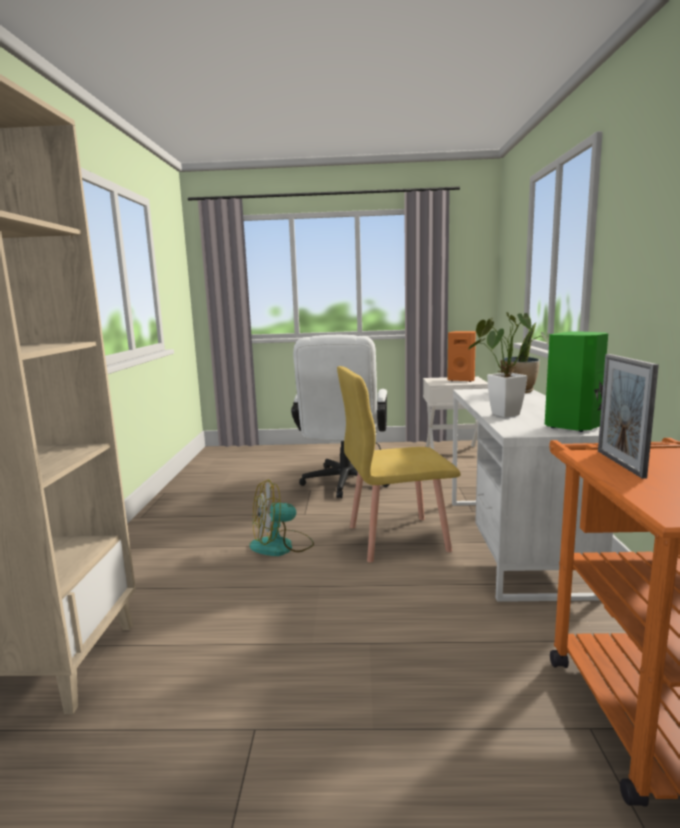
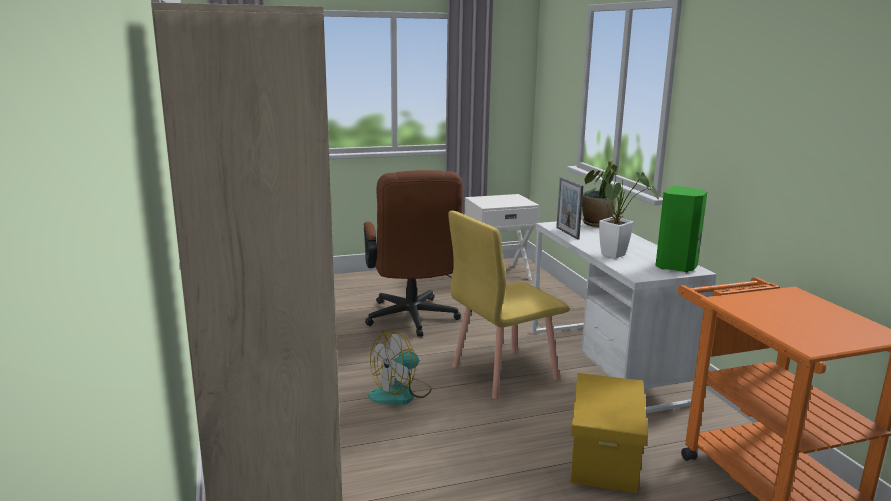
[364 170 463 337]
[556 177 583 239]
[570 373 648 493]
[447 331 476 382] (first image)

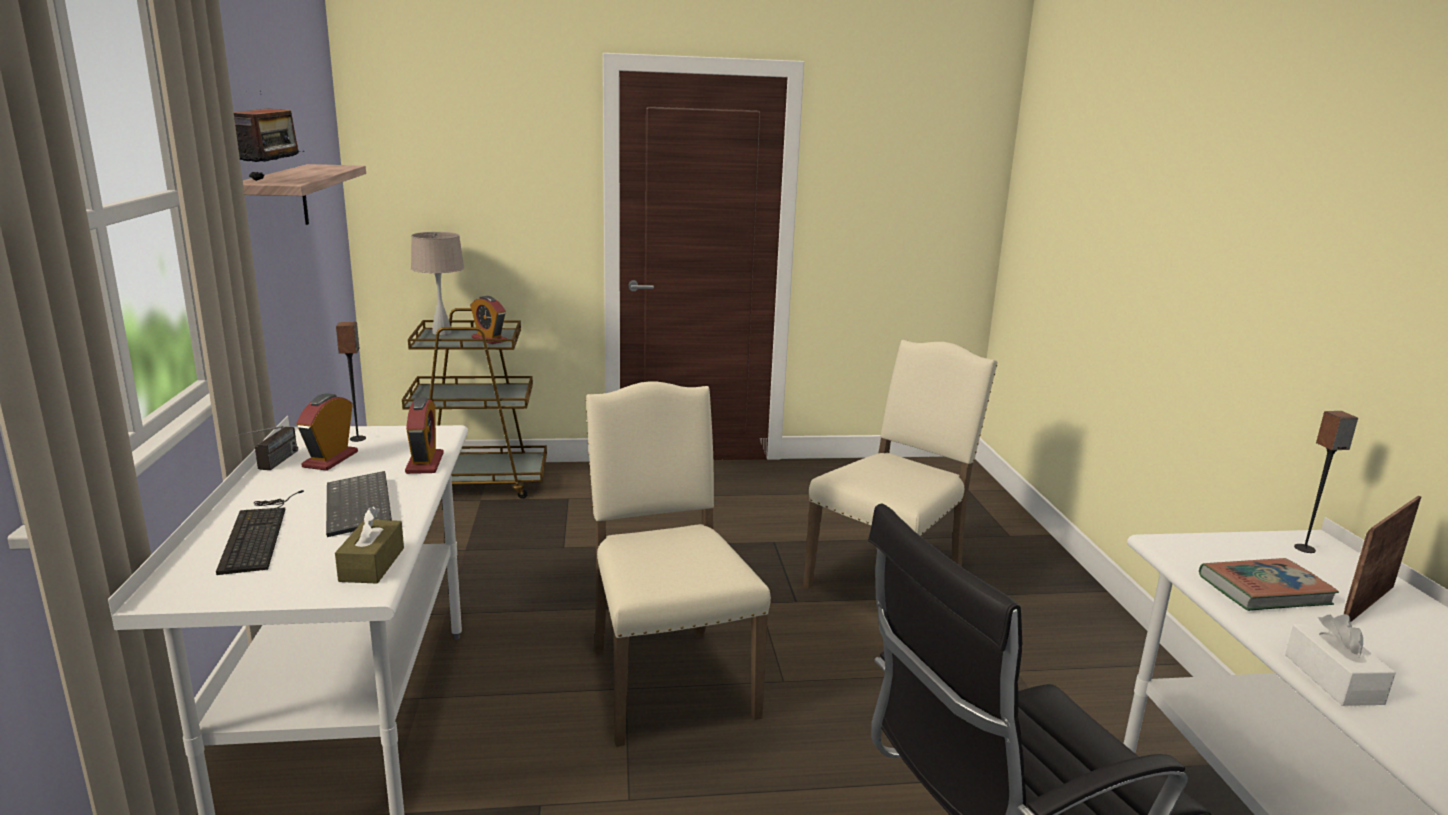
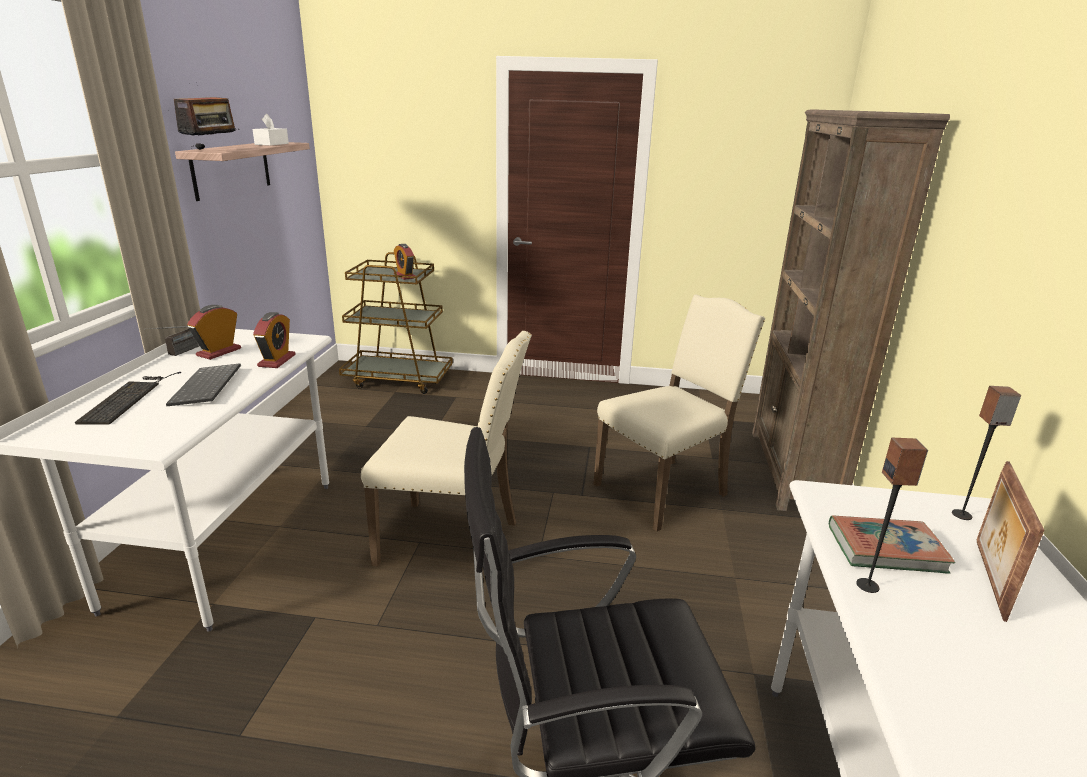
[252 114 289 146]
[361 331 532 567]
[752 109 950 511]
[856 438 928 593]
[977 461 1045 622]
[335 507 404 584] (first image)
[411 232 464 335] (first image)

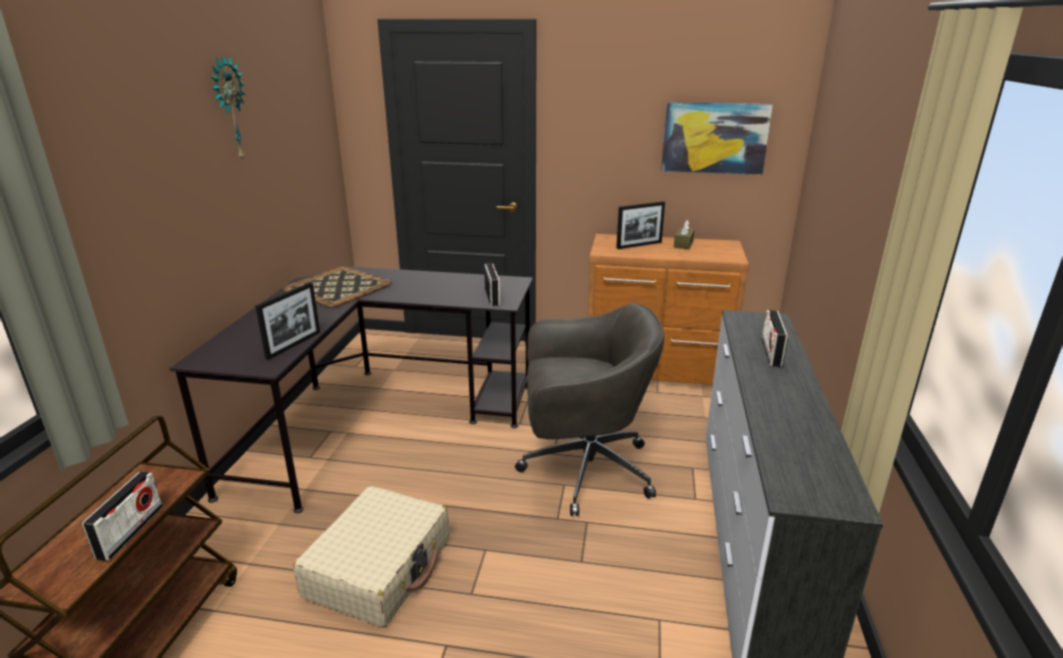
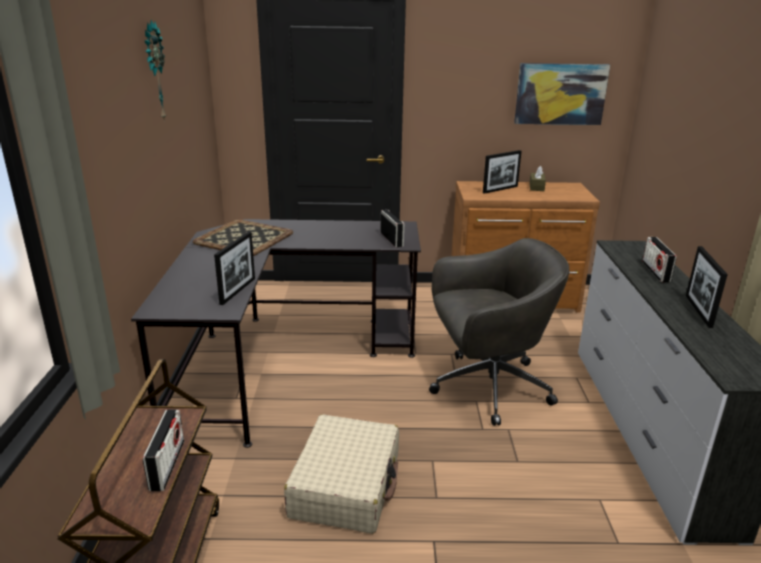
[686 246 728 328]

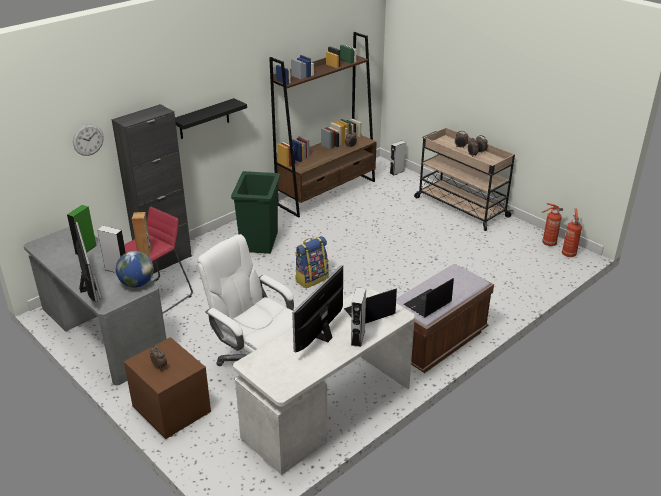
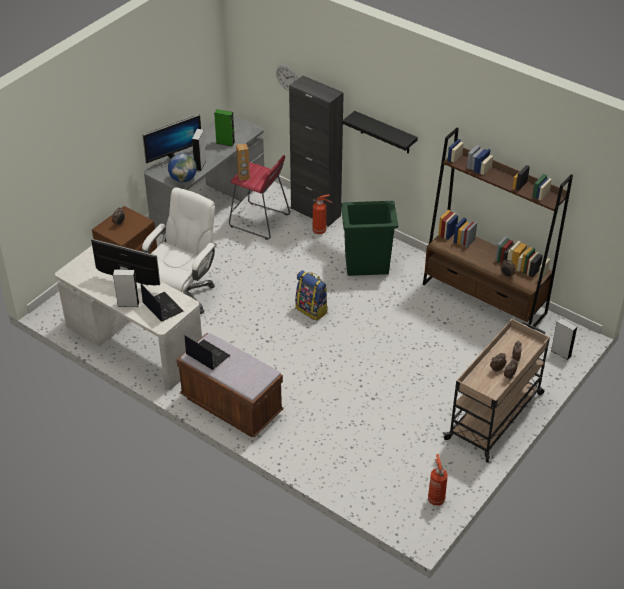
[312 194 333 234]

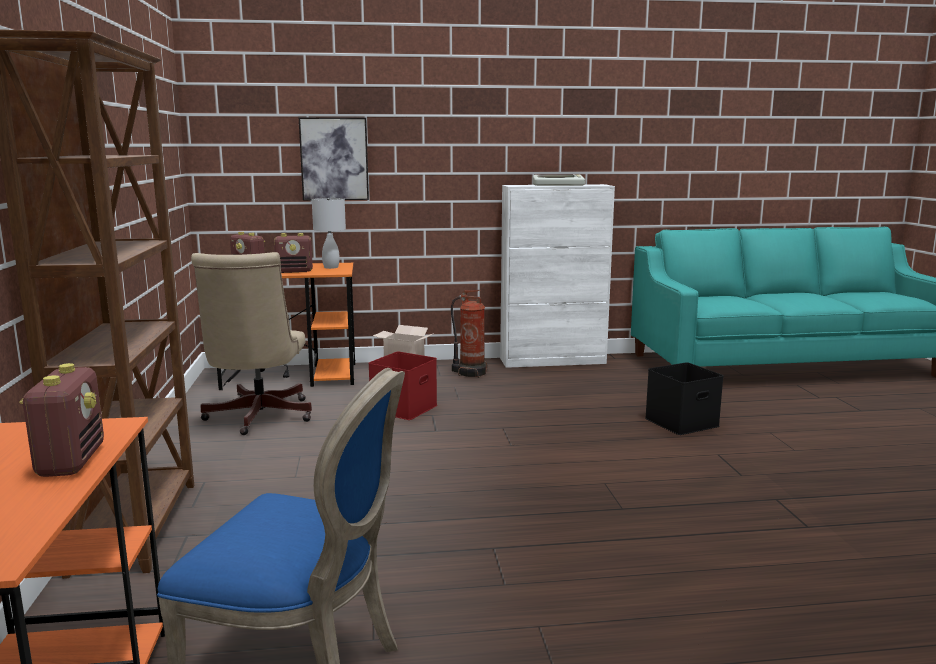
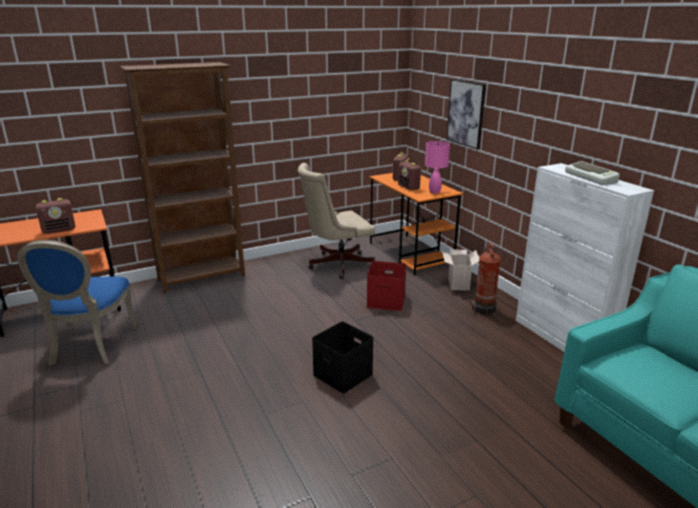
[312 321 374 394]
[425 141 450 194]

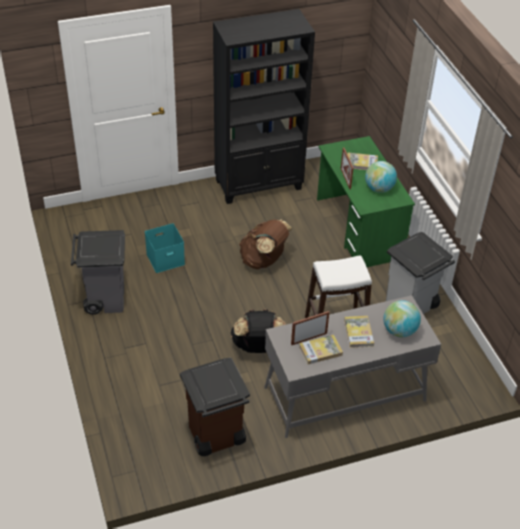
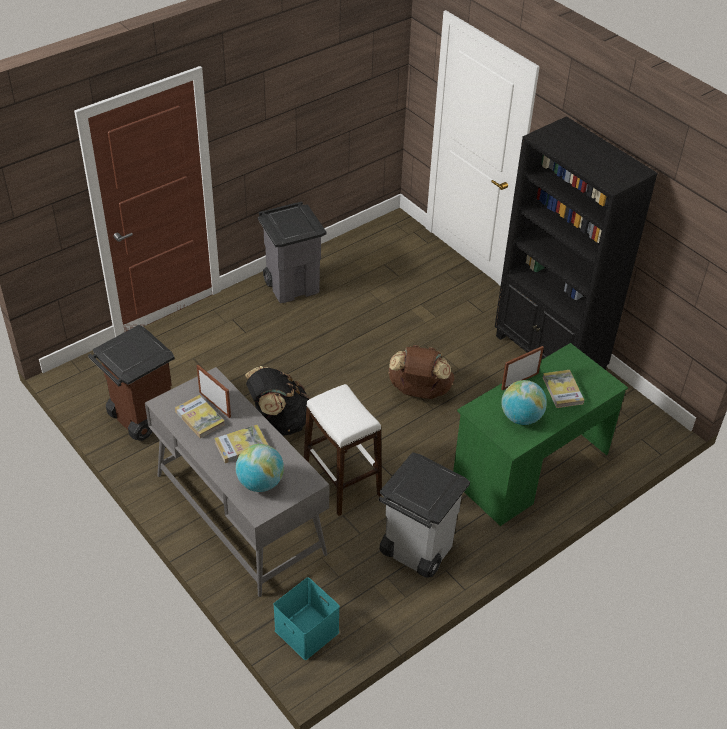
[273 577 340 660]

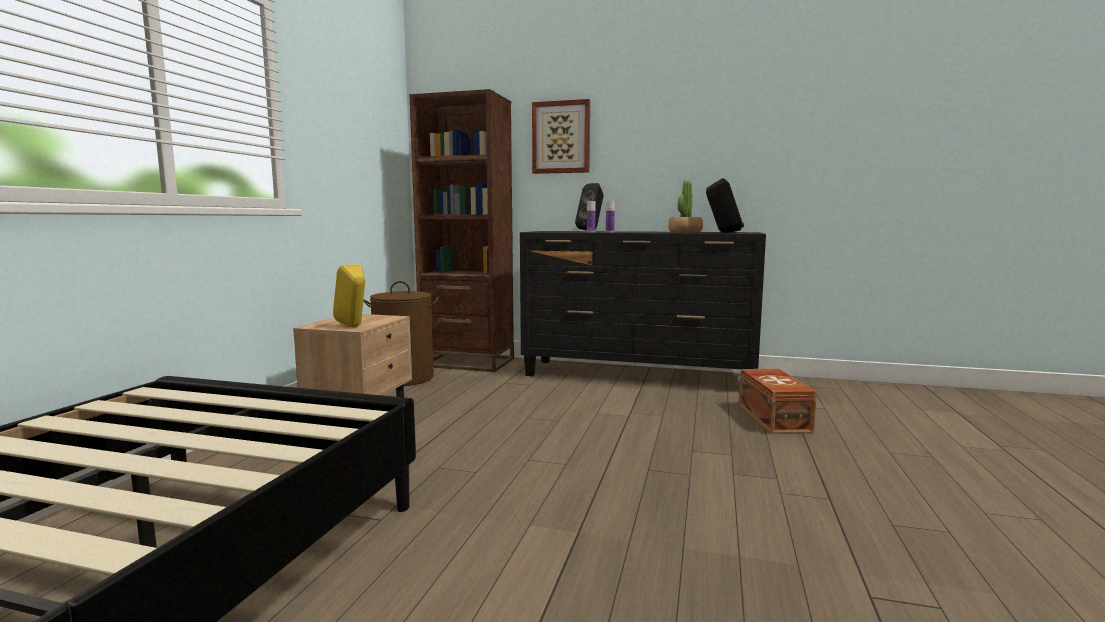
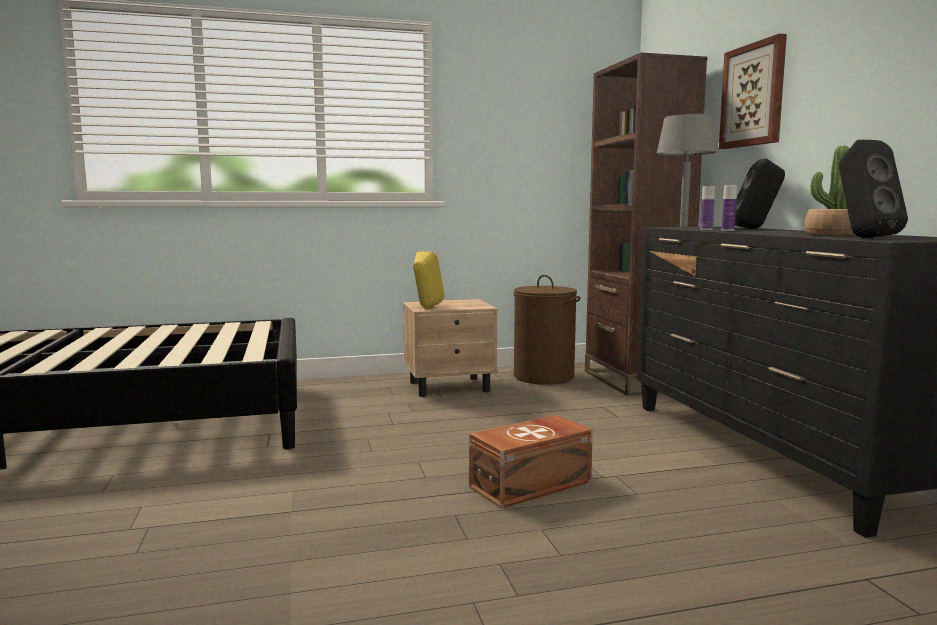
[469 415 593 509]
[656 114 719 227]

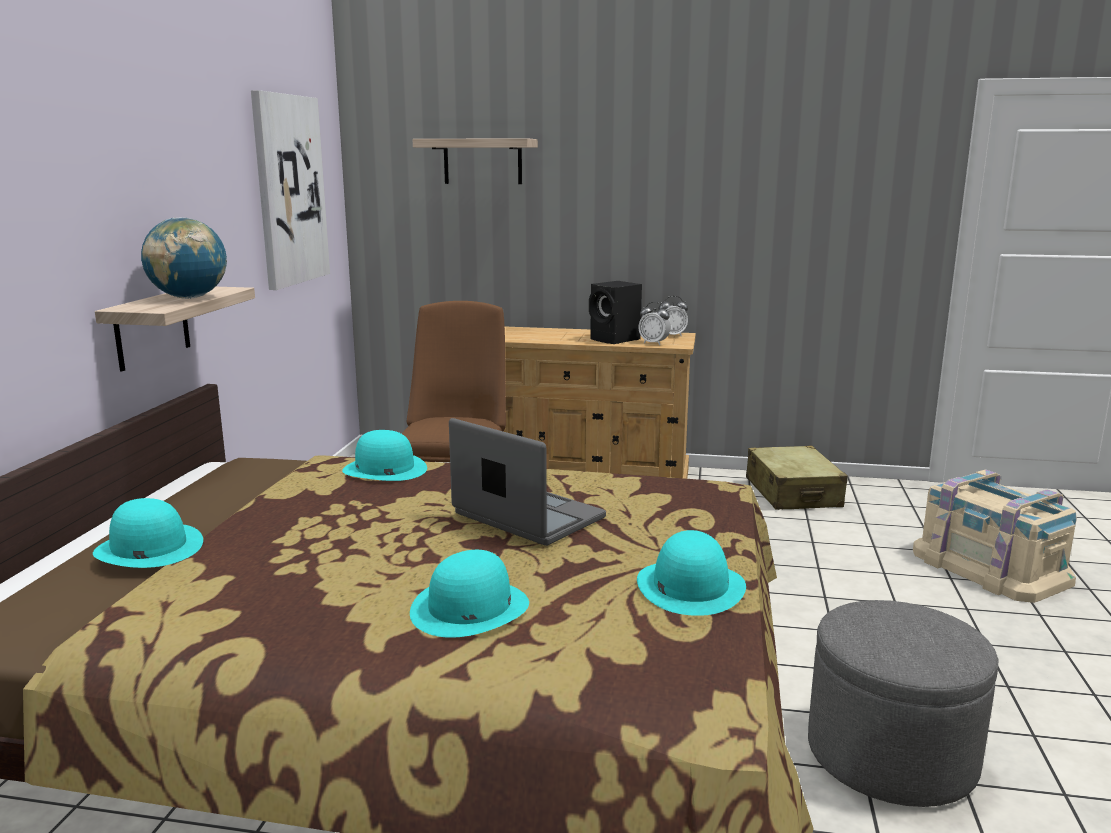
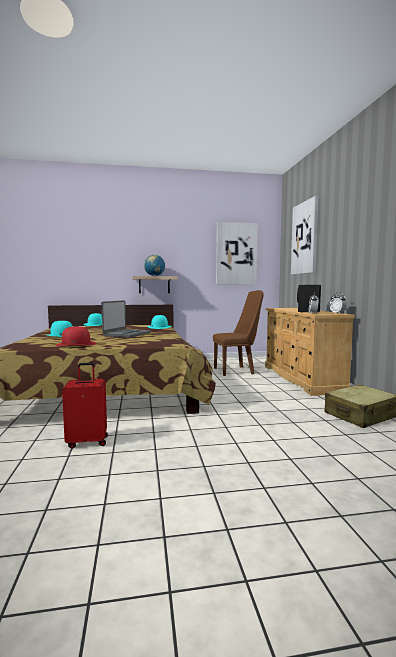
[55 326 97 346]
[62 363 108 448]
[291 196 318 274]
[913 469 1077 603] (first image)

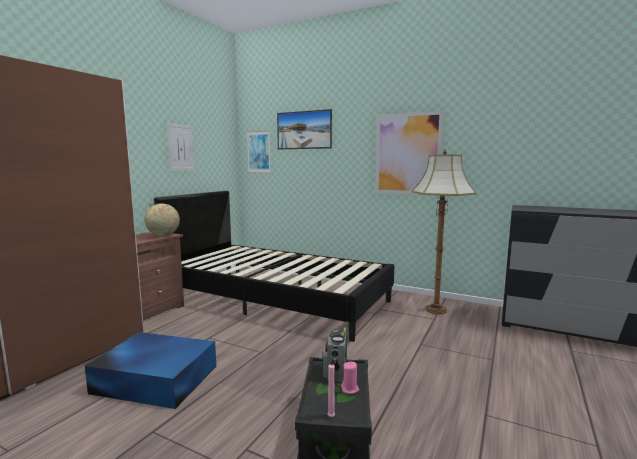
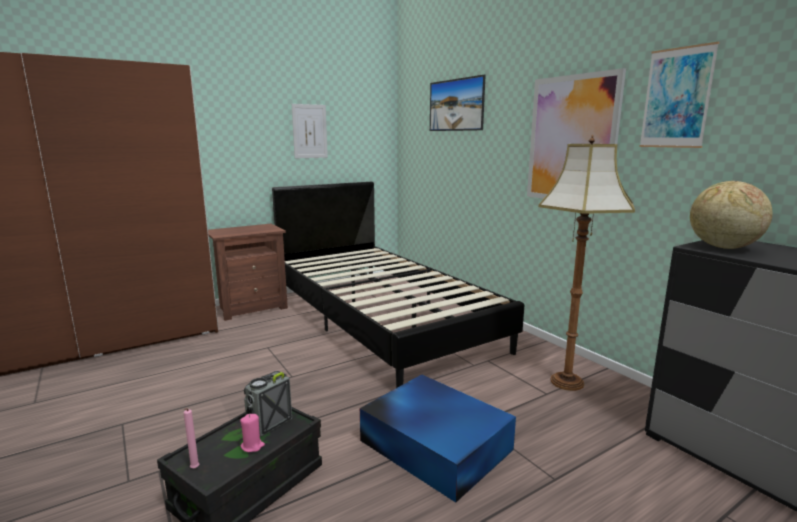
[360 374 516 502]
[639 42 719 148]
[690 181 773 249]

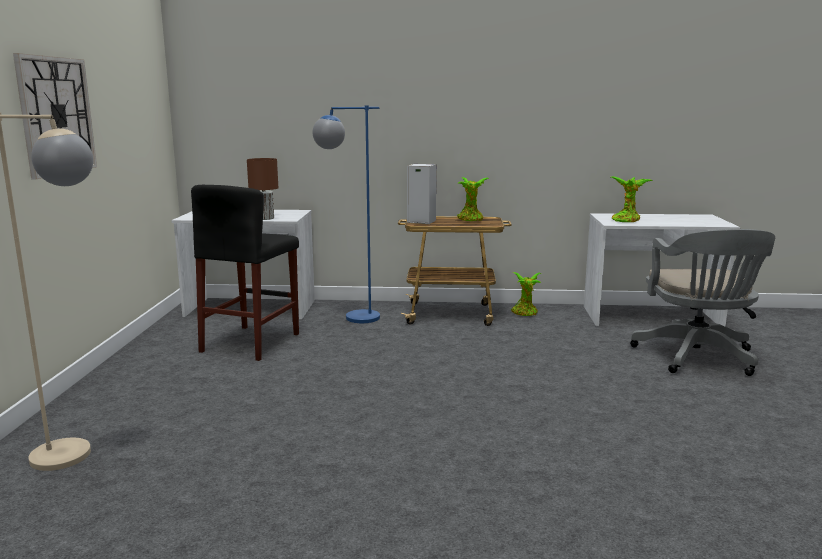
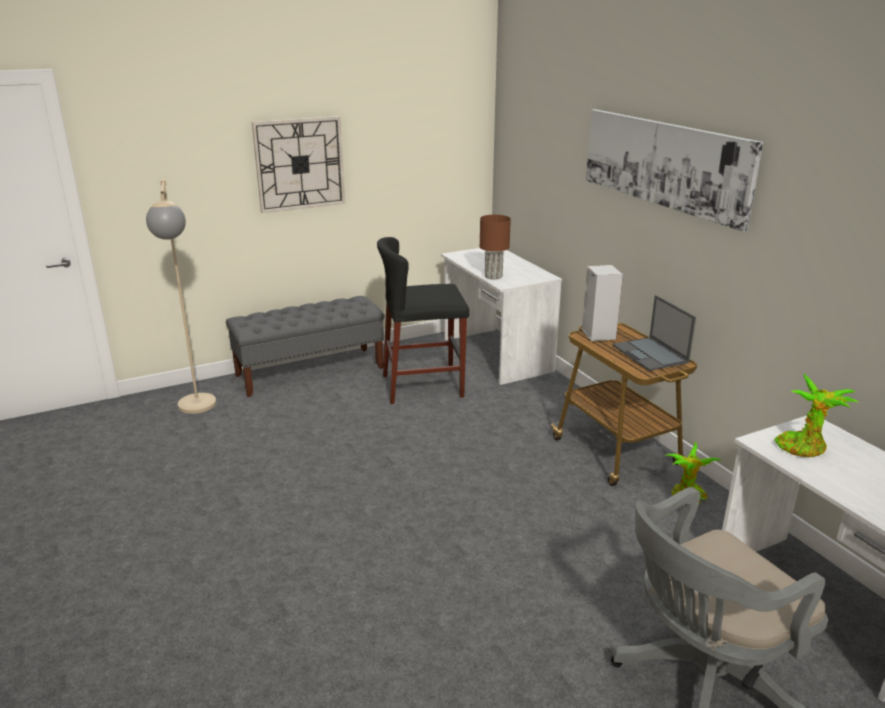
[226 296 385 397]
[586 109 763 232]
[613 295 696 371]
[312 105 380 323] (first image)

